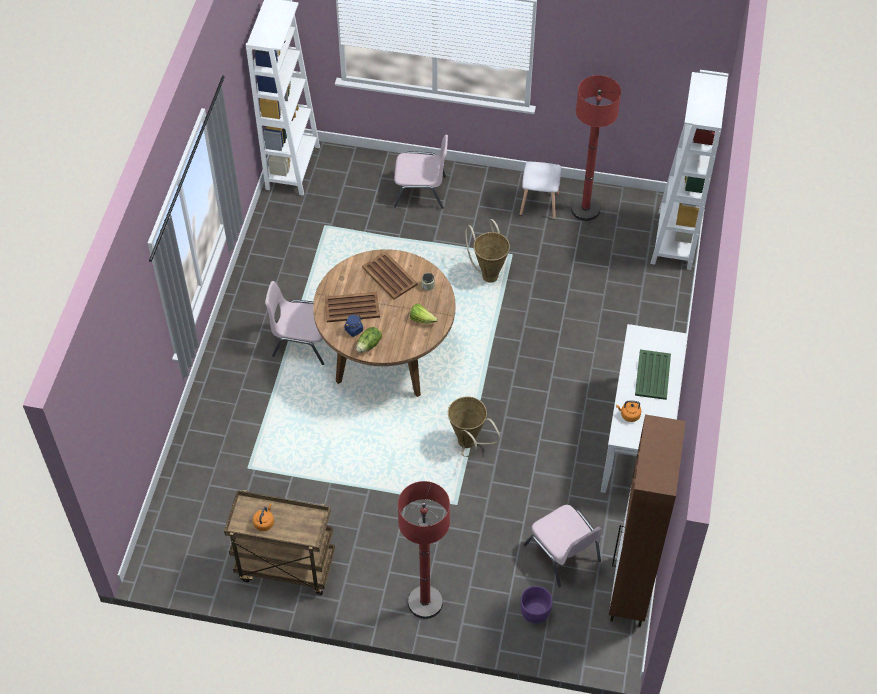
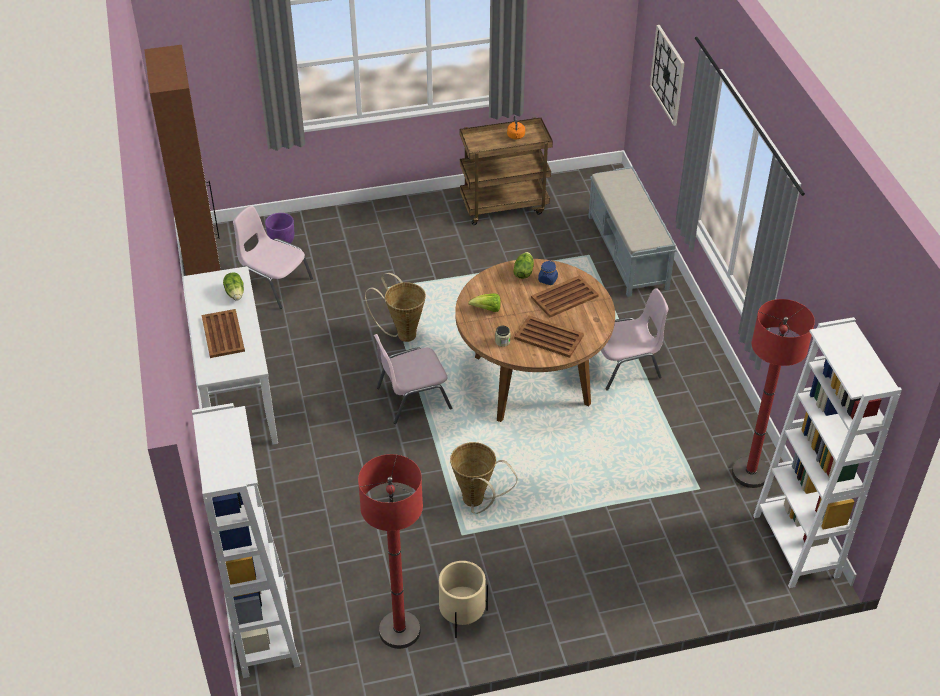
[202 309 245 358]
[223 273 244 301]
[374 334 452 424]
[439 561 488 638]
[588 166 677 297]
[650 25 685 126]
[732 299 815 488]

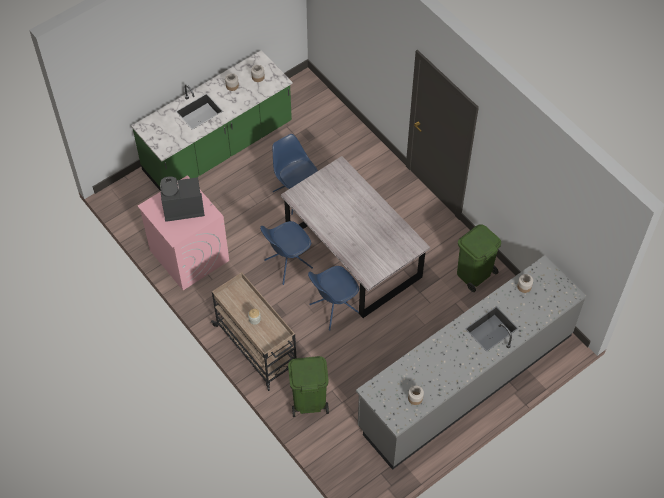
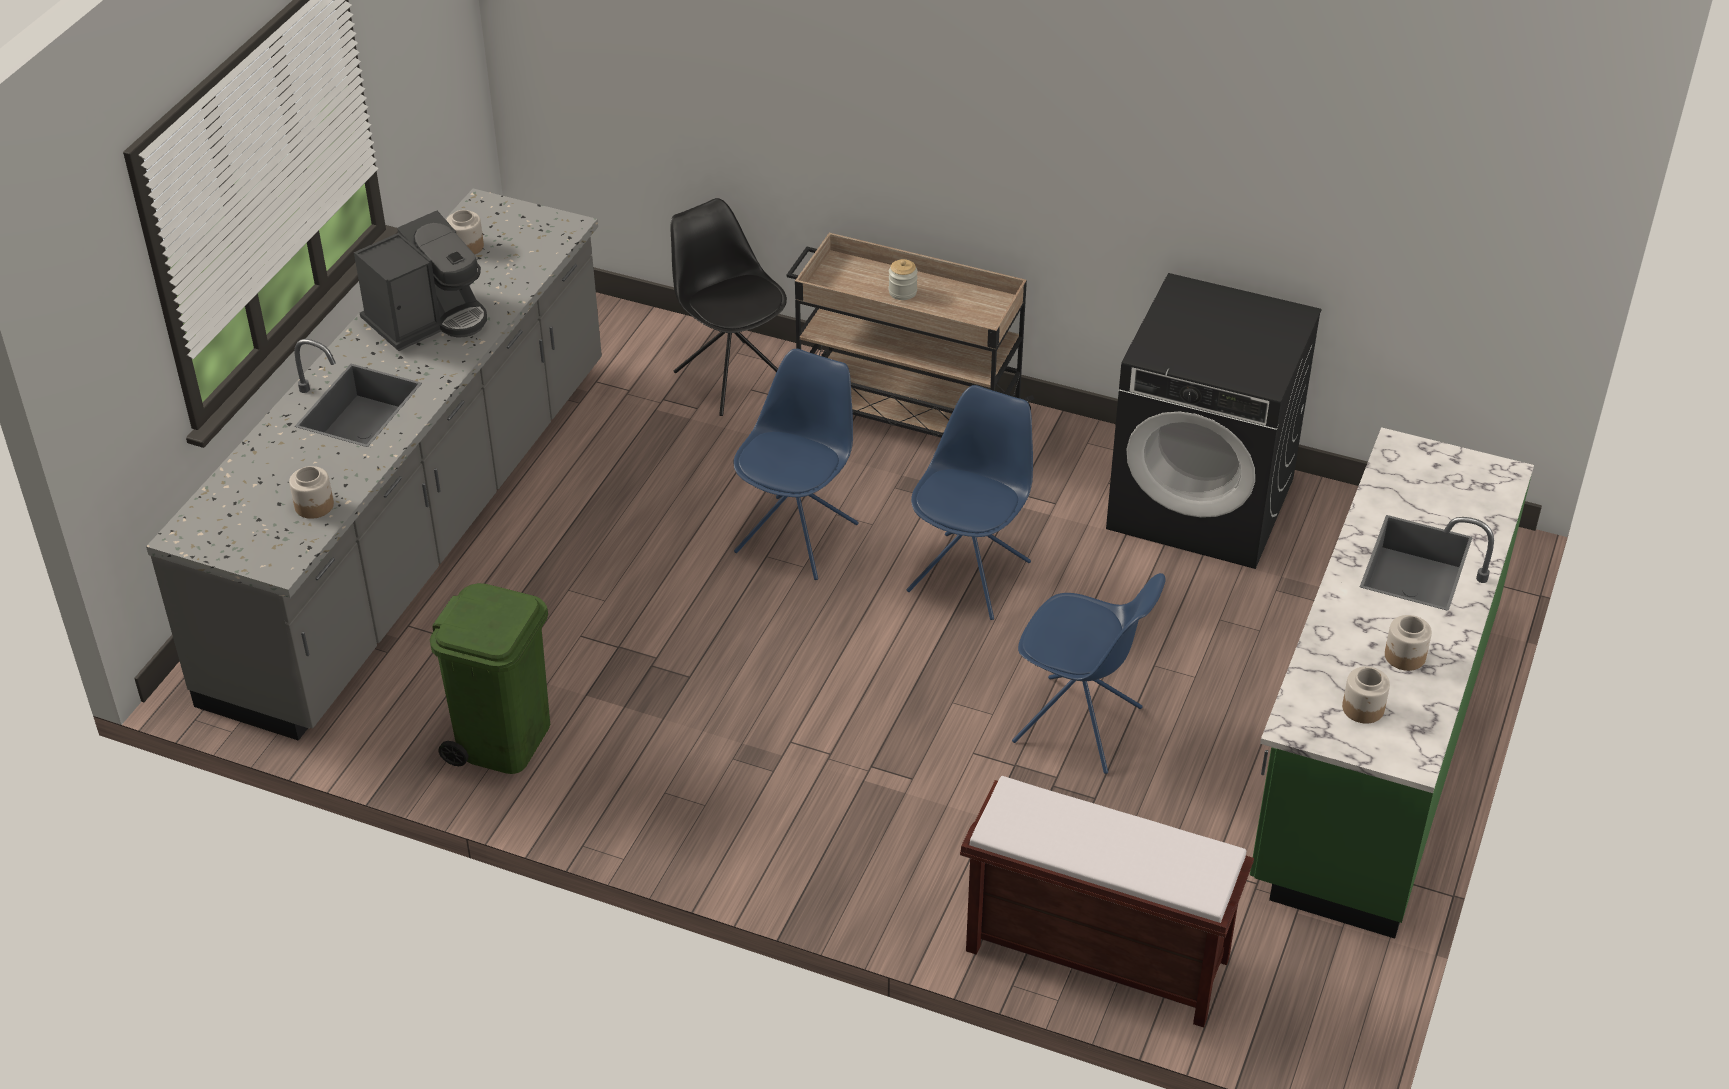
[354 211 487 351]
[670 198 787 416]
[960 776 1254 1028]
[1106 273 1321 569]
[281 156 430 318] (first image)

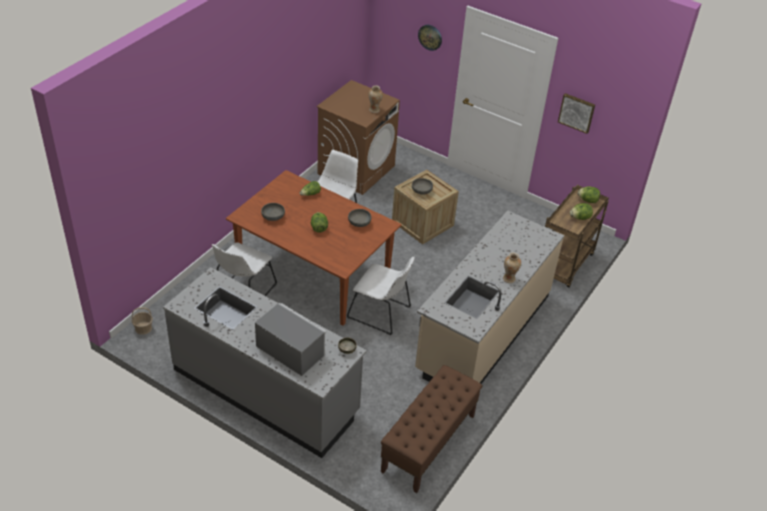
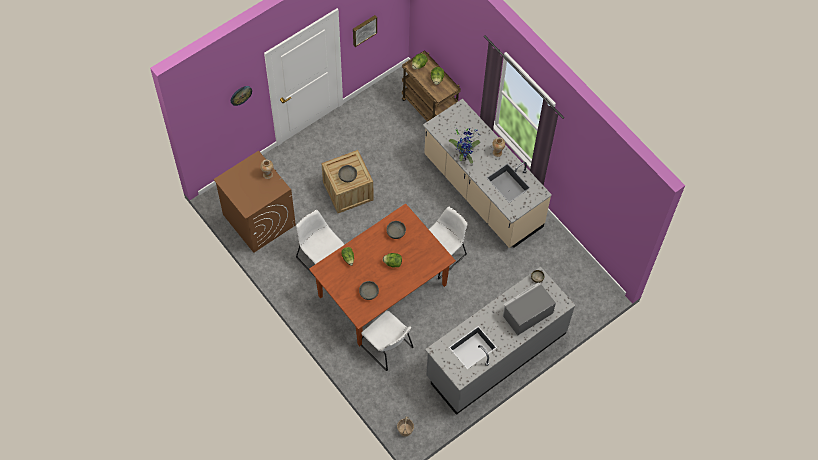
[449 127 481 164]
[381 365 482 493] (first image)

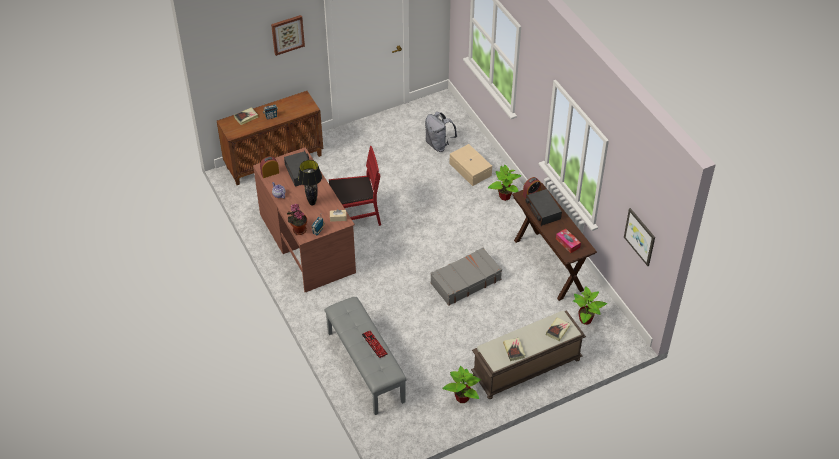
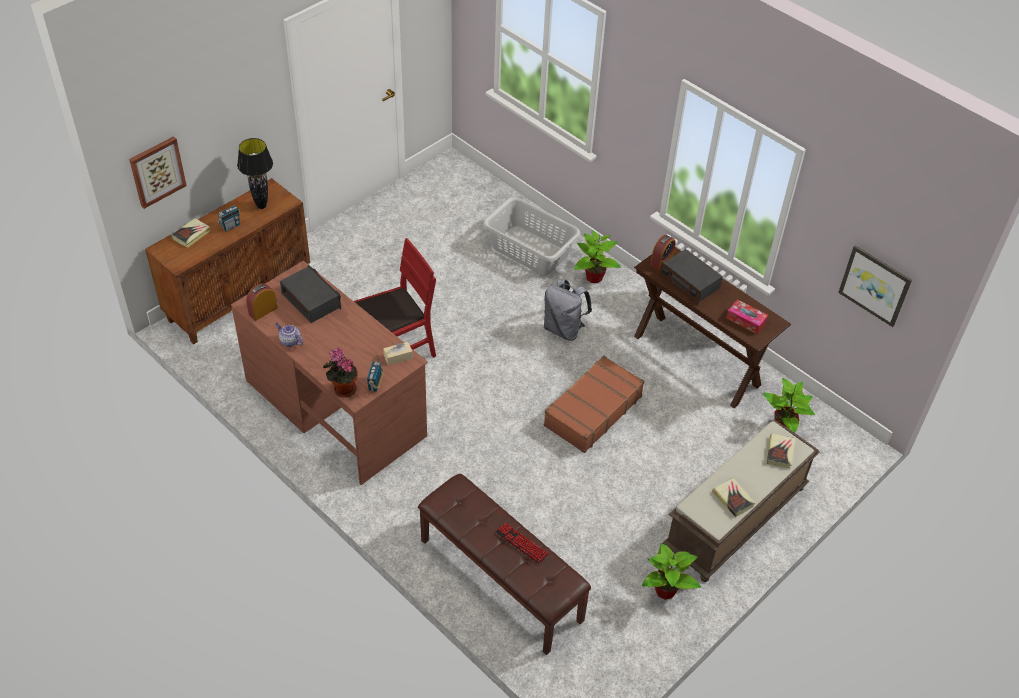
[129 136 187 209]
[237 138 273 209]
[418 474 591 655]
[483 197 581 276]
[544 279 592 341]
[544 355 645 453]

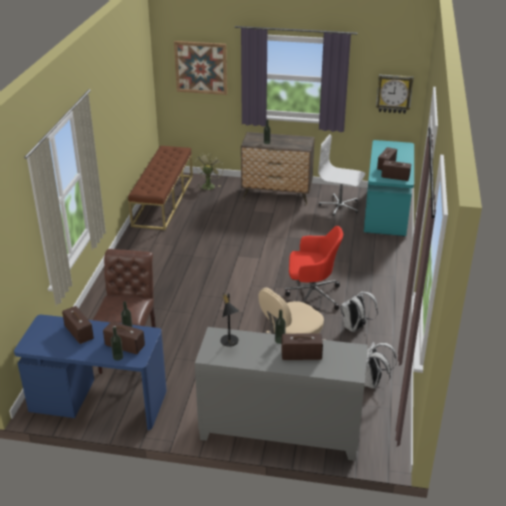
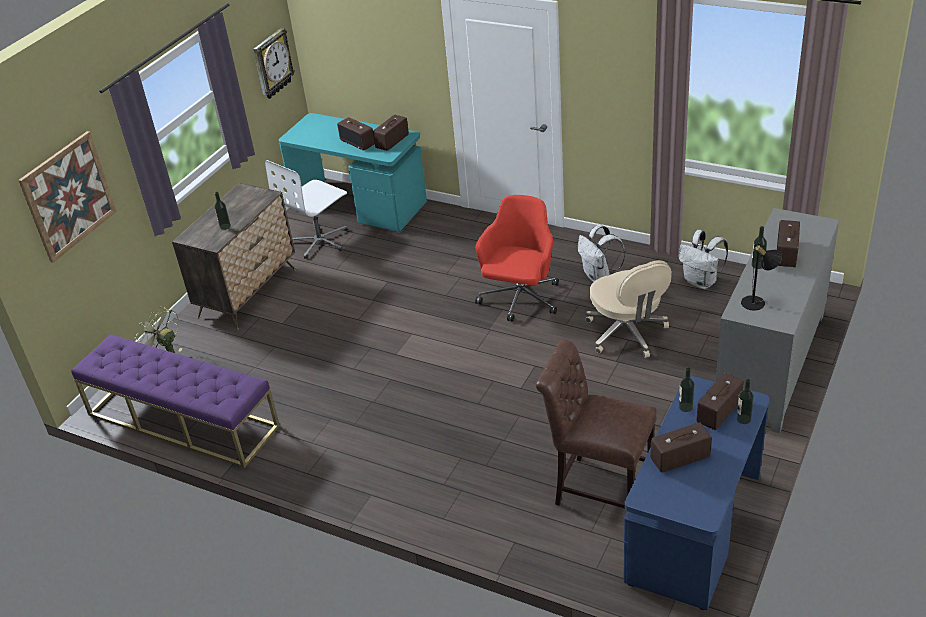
[71 334 280 468]

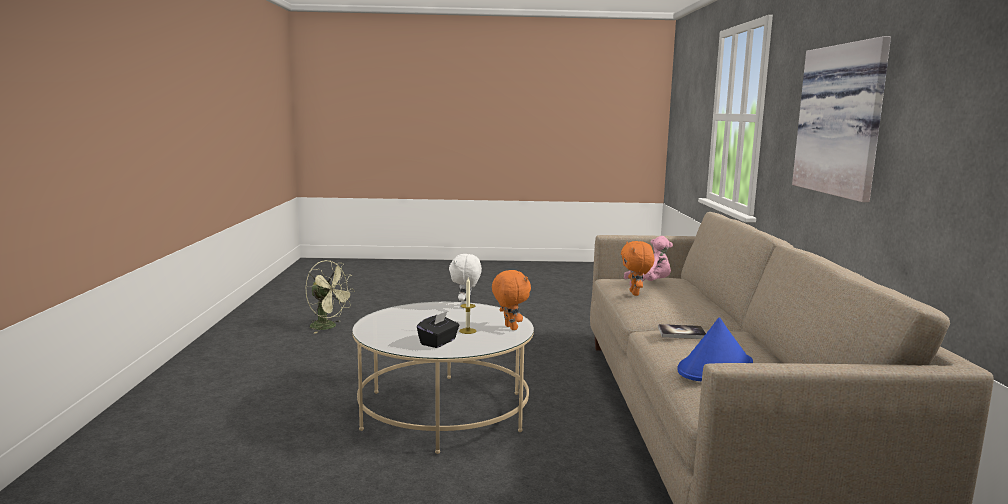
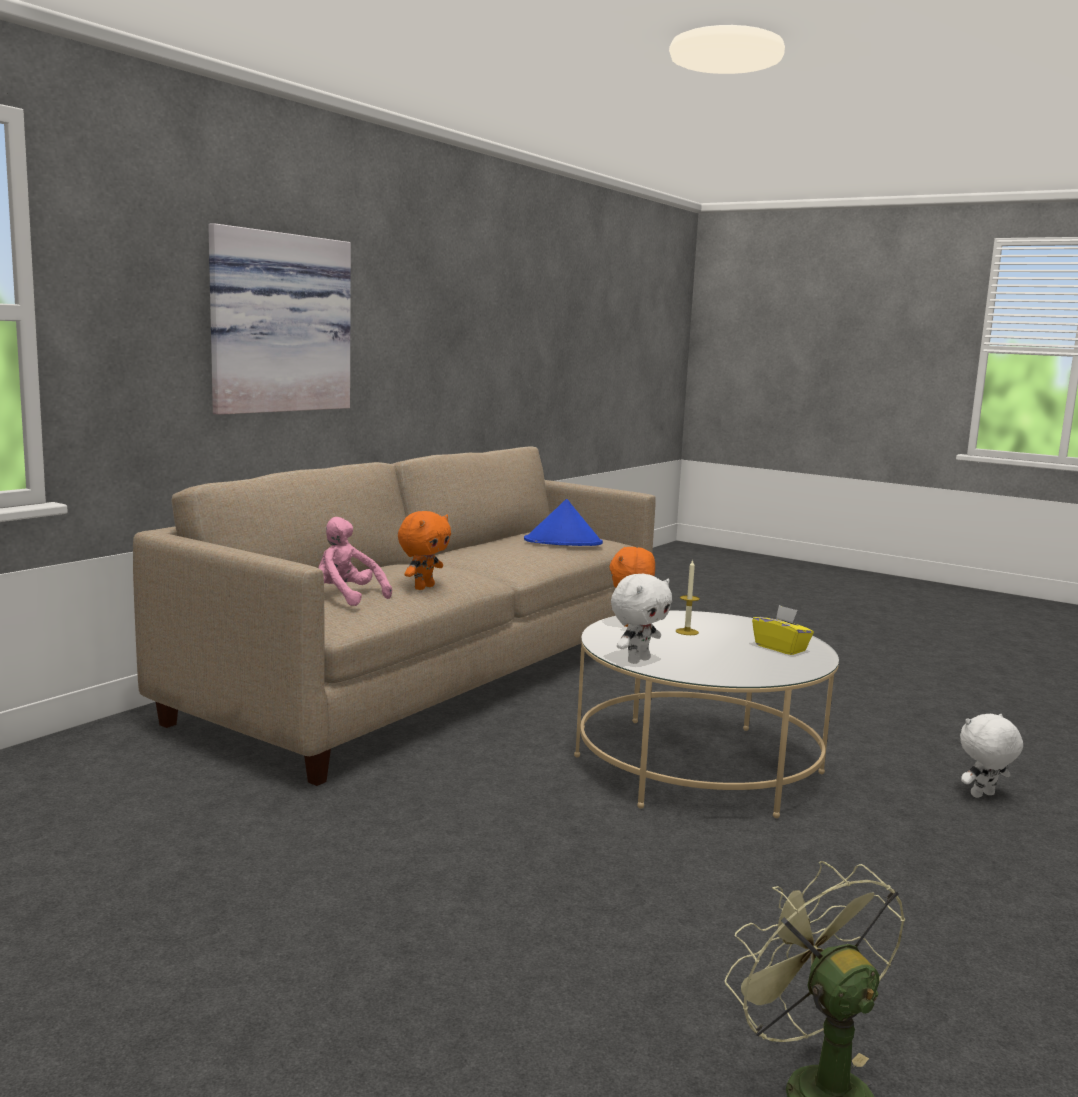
[752 605 814 655]
[960 714 1023 798]
[417 311 459 348] (first image)
[658 324 706 339] (first image)

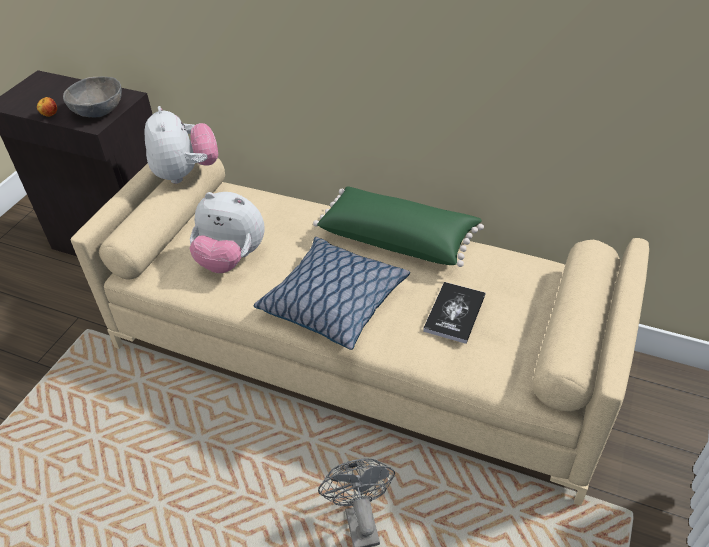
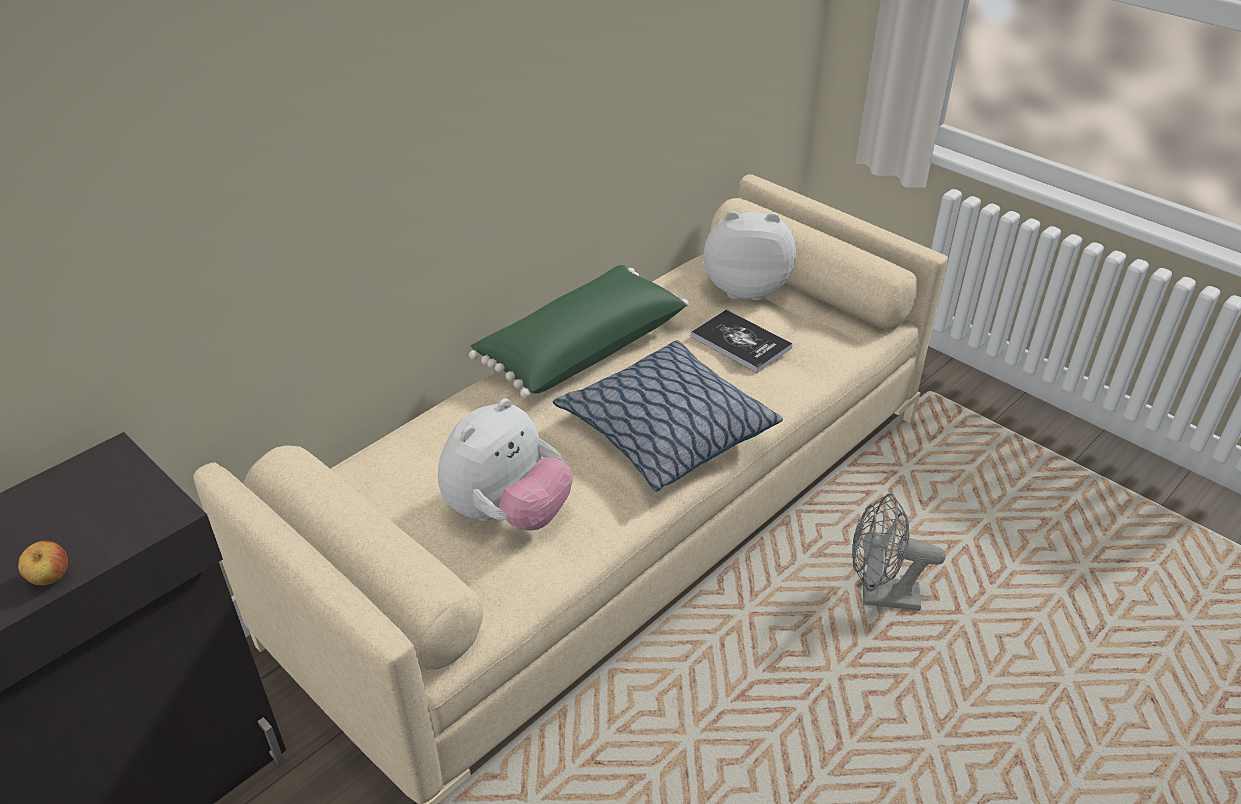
[704 211 796 300]
[63 77 122 117] (first image)

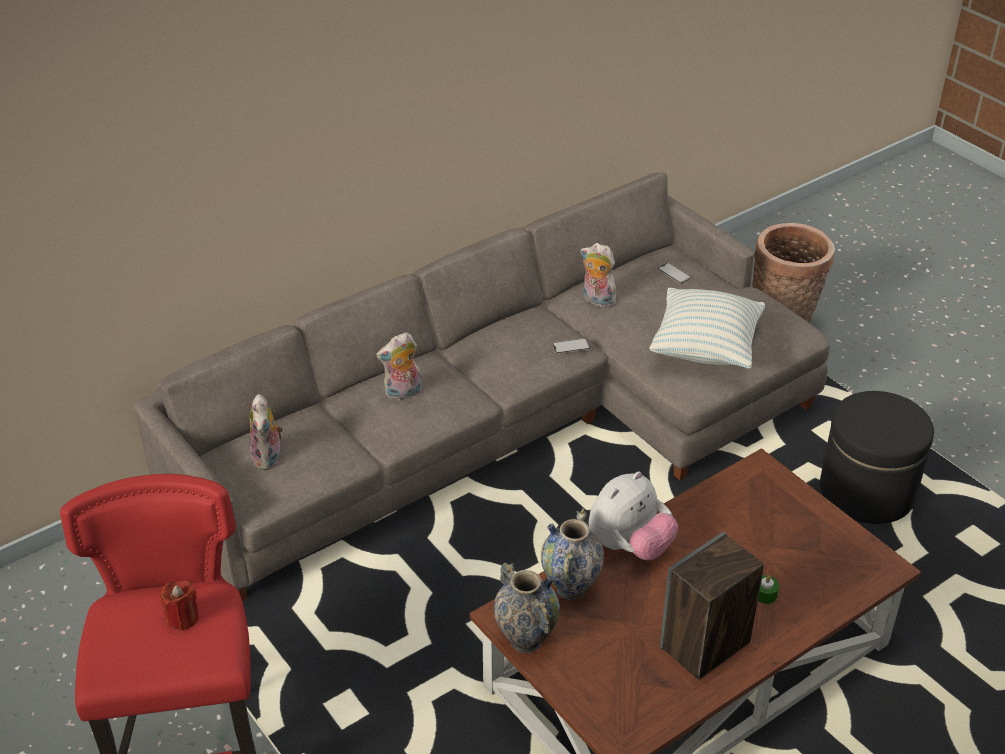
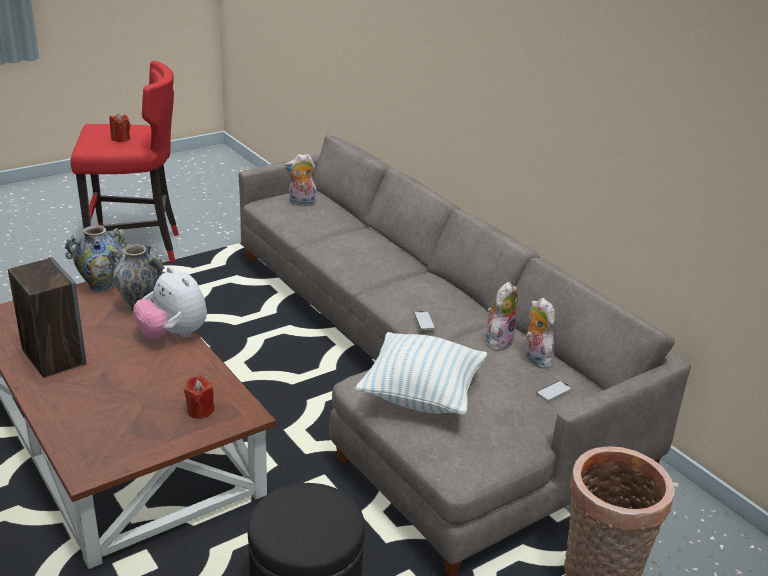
[184 376 215 419]
[525 298 555 369]
[758 575 779 604] (first image)

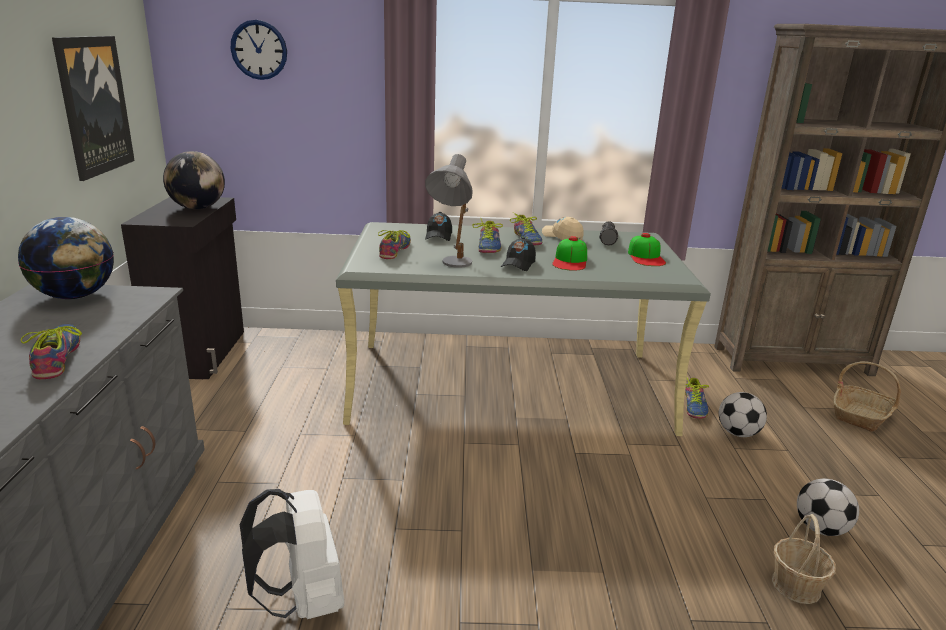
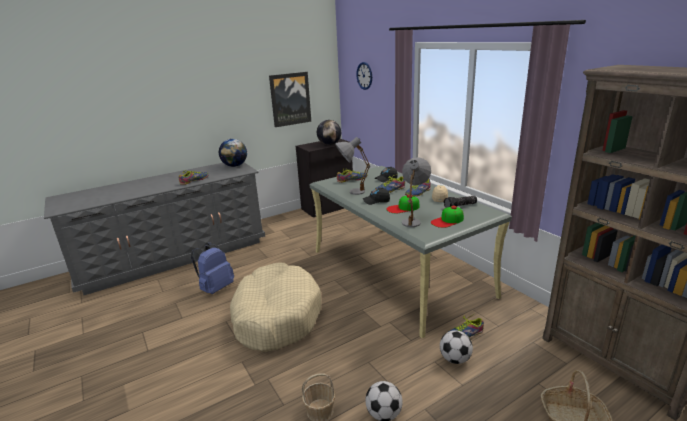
[191 243 234 294]
[230 263 322 352]
[402 157 431 227]

